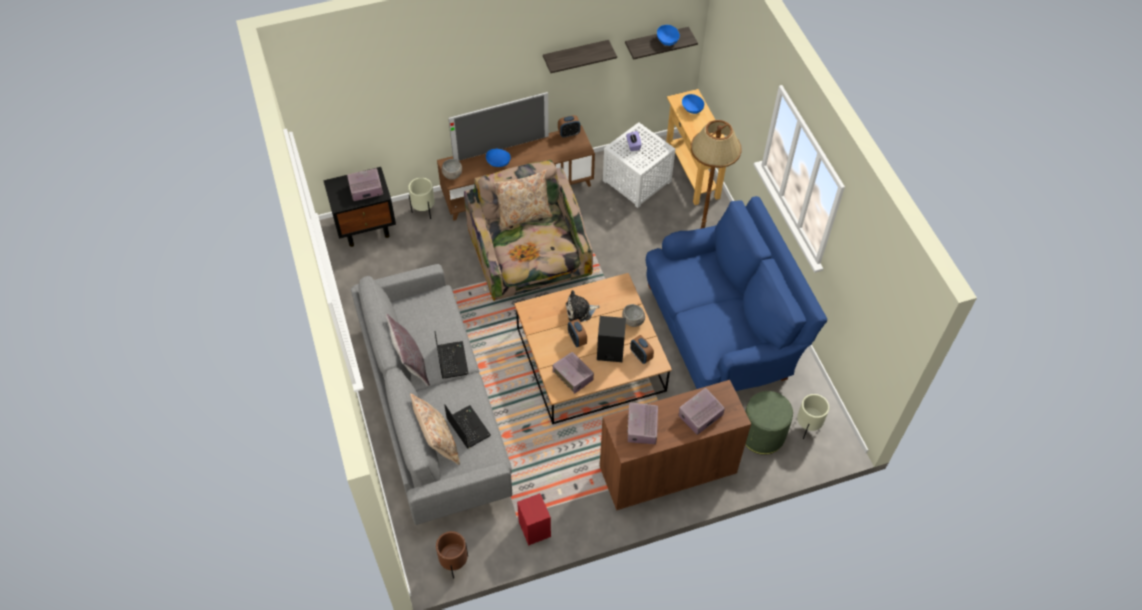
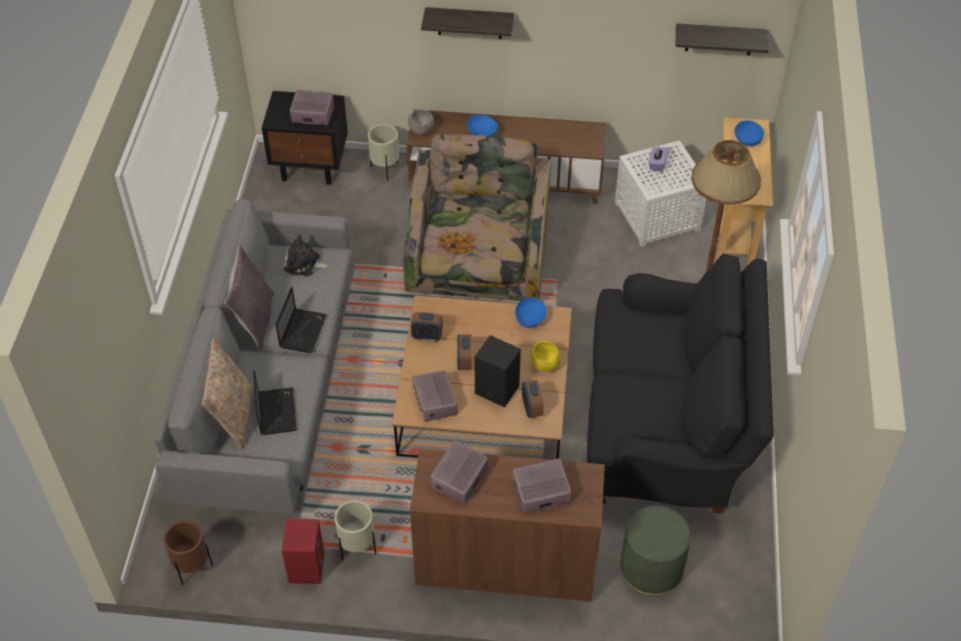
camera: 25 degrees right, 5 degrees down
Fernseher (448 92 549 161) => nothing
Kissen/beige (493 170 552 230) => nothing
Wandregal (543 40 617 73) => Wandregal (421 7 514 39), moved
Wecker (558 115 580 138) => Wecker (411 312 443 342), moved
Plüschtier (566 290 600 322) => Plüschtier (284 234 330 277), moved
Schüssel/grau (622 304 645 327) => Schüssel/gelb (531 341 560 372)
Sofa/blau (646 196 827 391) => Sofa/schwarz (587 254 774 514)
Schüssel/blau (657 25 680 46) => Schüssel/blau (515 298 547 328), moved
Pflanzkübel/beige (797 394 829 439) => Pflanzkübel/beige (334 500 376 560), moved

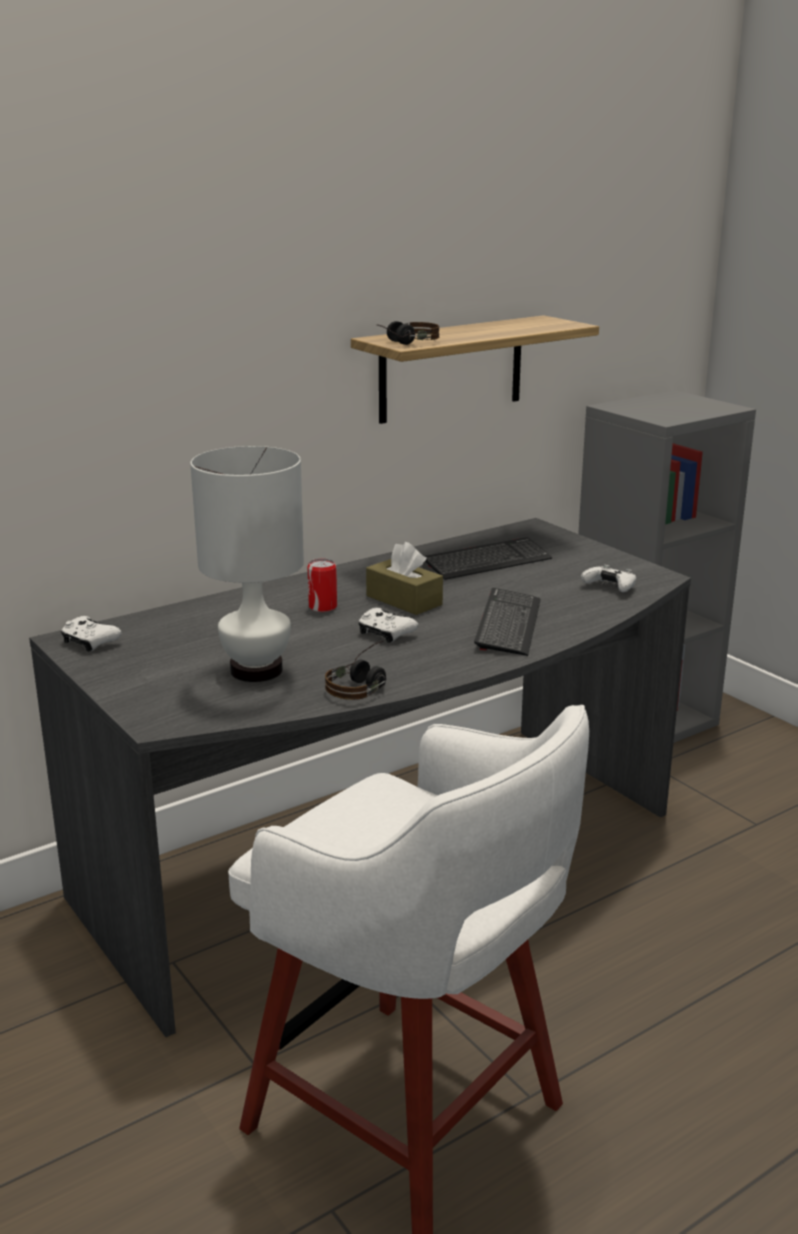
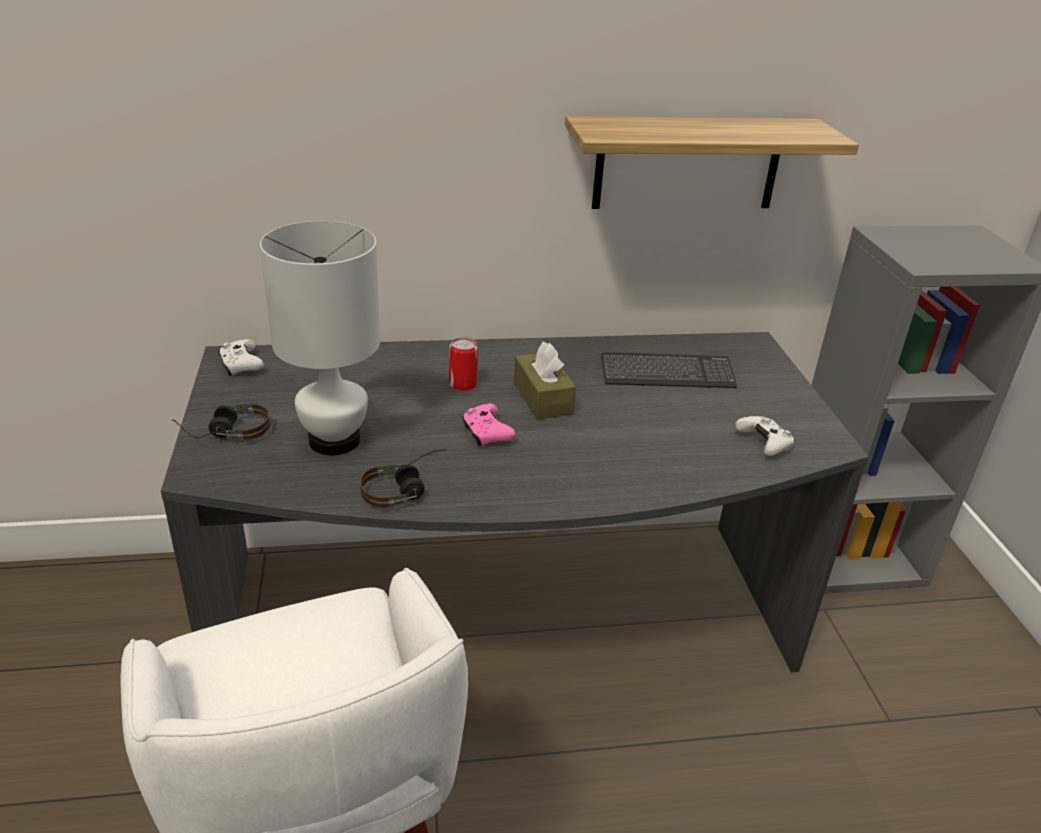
camera: 25 degrees right, 10 degrees up
Gamepad/weiß (358 608 418 643) => Gamepad/rosa (462 403 516 446)
Kopfhörer (377 321 440 345) => Kopfhörer (172 404 270 441), moved
Tastatur (474 588 541 656) => nothing

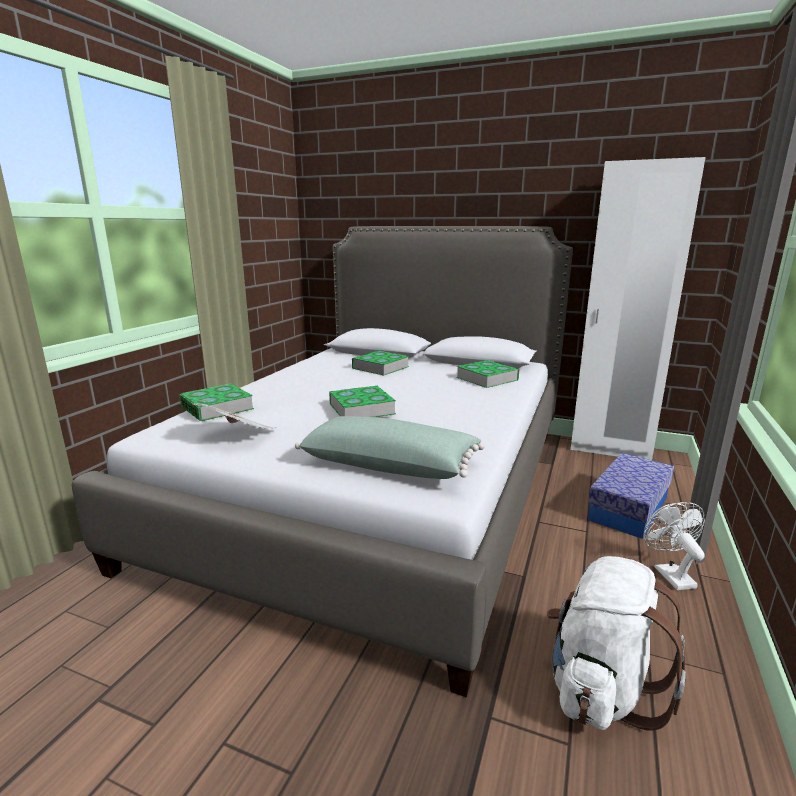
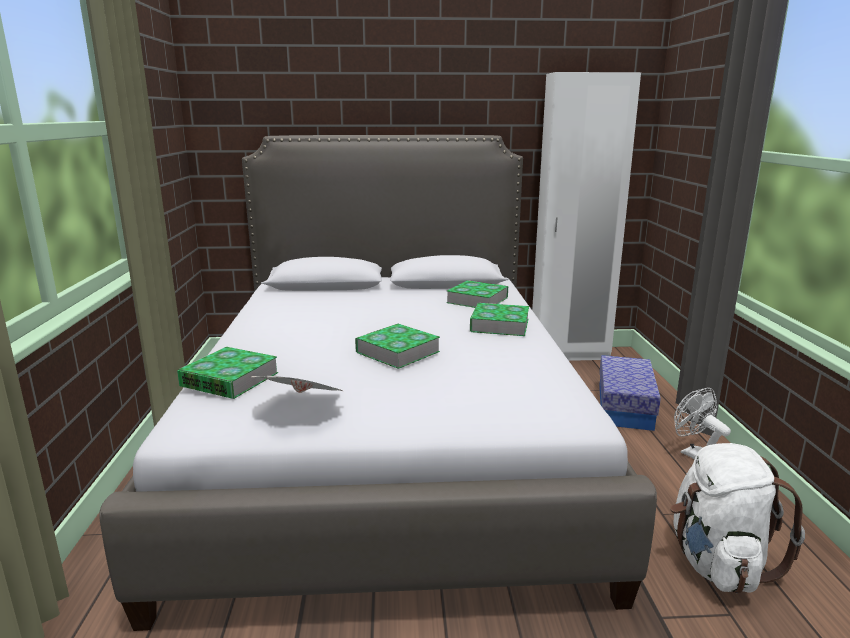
camera: 25 degrees left, 0 degrees up
Kissen/grün (295 416 485 479) => nothing
Buch (352 351 409 376) => Buch (470 303 529 336), moved

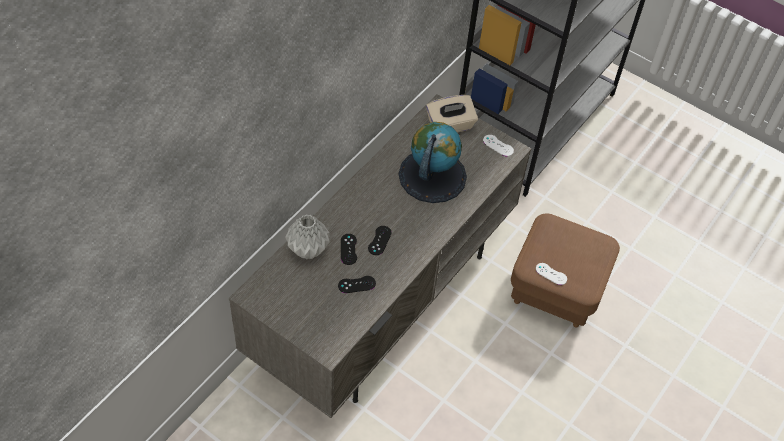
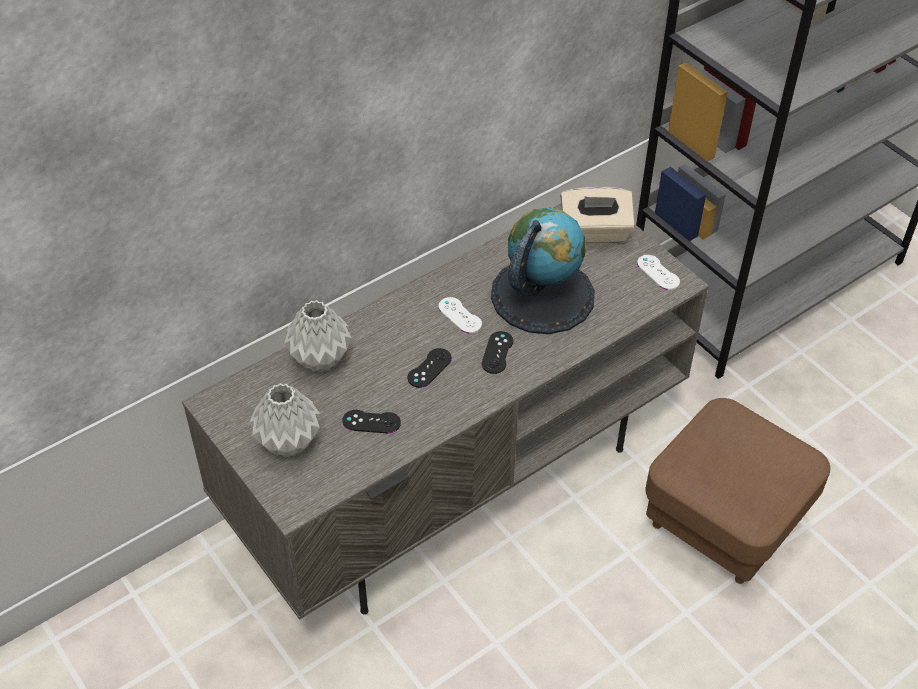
camera: 20 degrees right, 5 degrees down
Gamepad/schwarz (341 234 357 265) => Gamepad/schwarz (481 331 513 374), moved
Gamepad/weiß (536 263 567 285) => Gamepad/weiß (438 297 482 333), moved
nothing => Vase/grau (249 383 320 458)

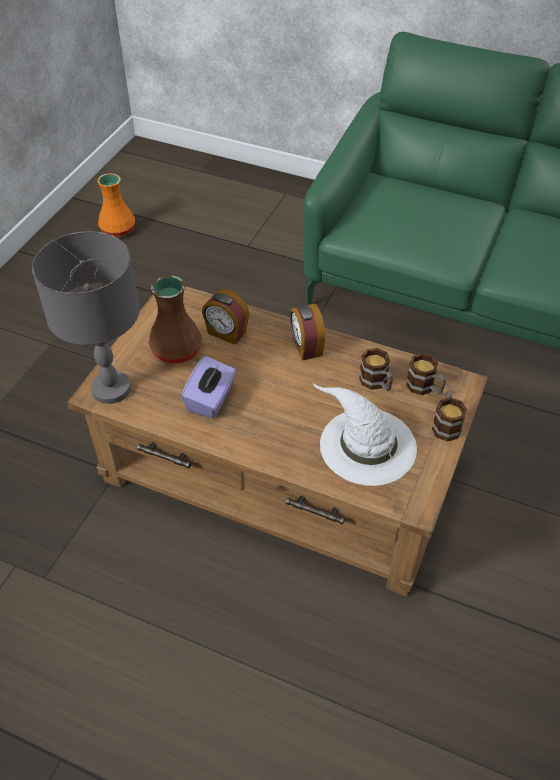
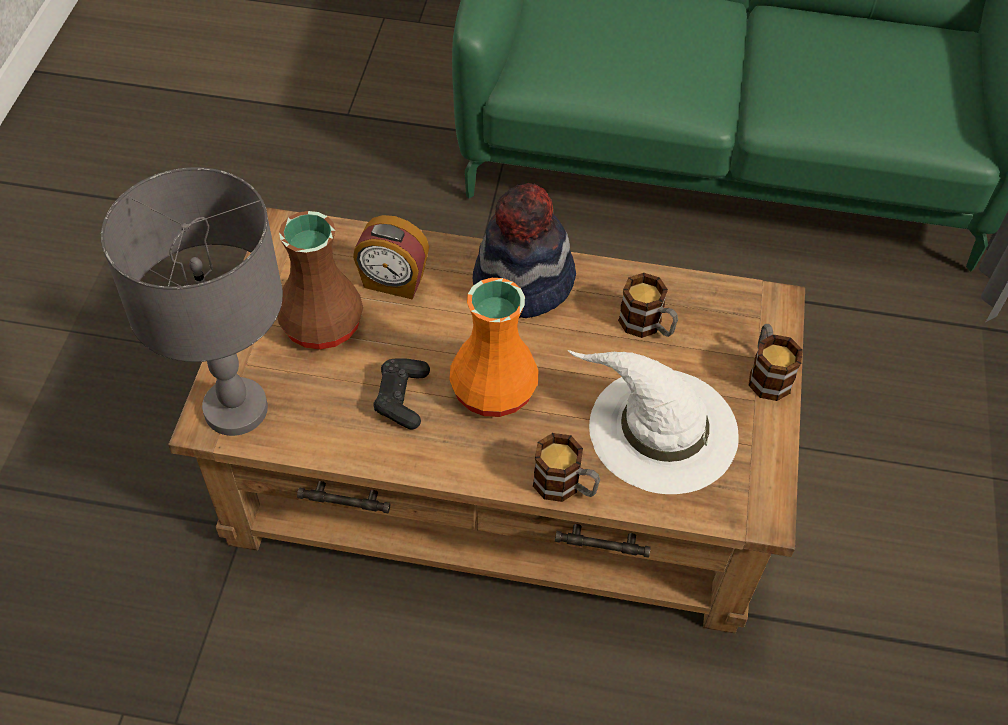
camera: 15 degrees left, 5 degrees up
Vase/orange (97 173 135 238) => Vase/orange (449 278 538 417), moved
Taschentuchbox/lila (181 356 236 418) => Gamepad/schwarz (373 358 430 430)
Wecker (290 304 325 360) => Hut (473 183 576 318)
Henkelbecher (406 353 446 395) => Henkelbecher (533 433 600 502), moved

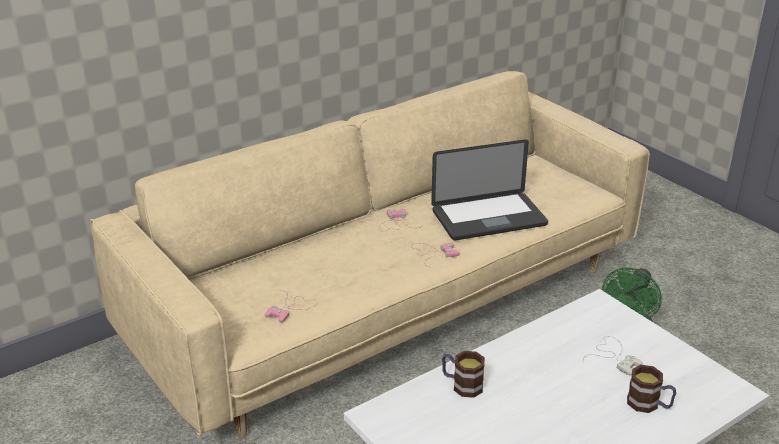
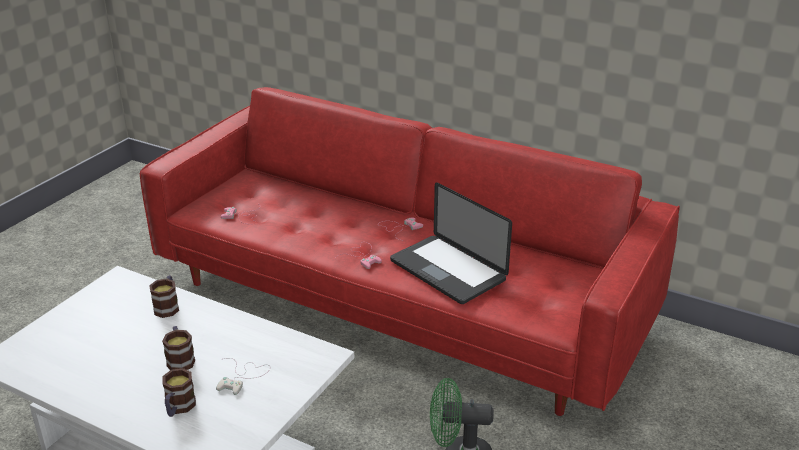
camera: 65 degrees right, 0 degrees up
Sofa/beige (90 71 650 438) => Sofa/rot (140 87 680 416)
nothing => Henkelbecher (162 326 195 370)

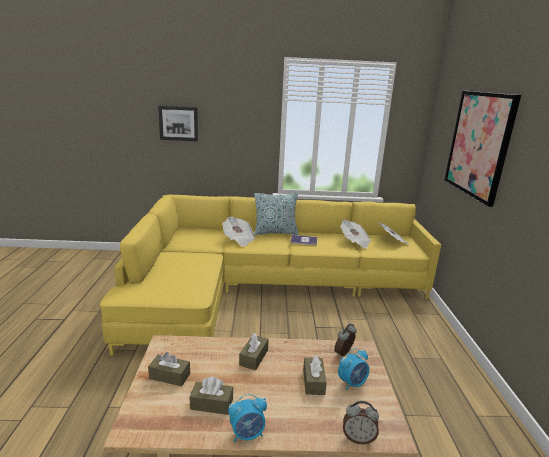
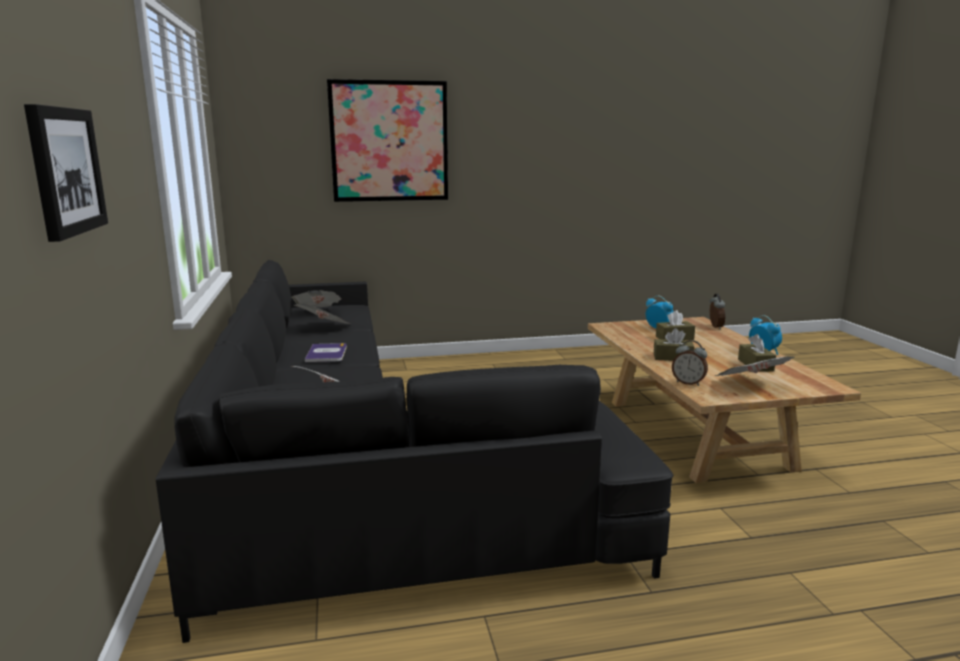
camera: 100 degrees left, 5 degrees down
Sofa/gelb (100 195 441 355) => Sofa/schwarz (155 260 673 643)
Taschentuchbox/braun (148 352 190 386) => Zeitung (715 356 795 376)
Kissen (254 193 298 236) => nothing
Wecker (334 324 357 357) => Wecker (672 340 708 386), moved

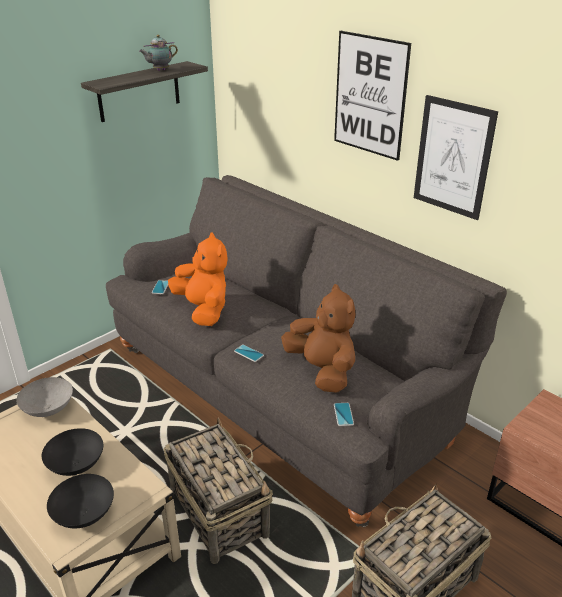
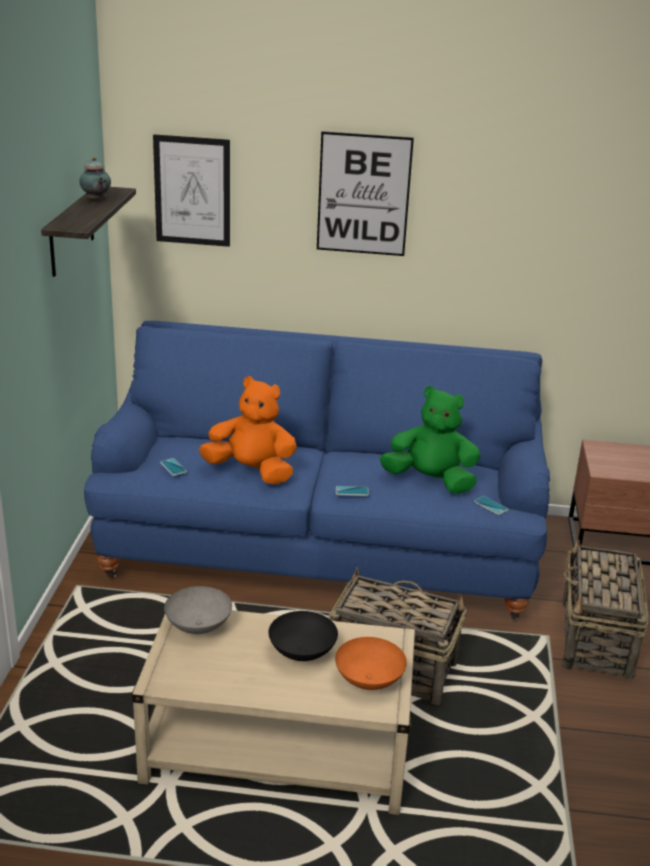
camera: 40 degrees left, 5 degrees down
Schüssel/schwarz (47 474 114 528) => Schüssel/orange (335 637 407 690)
Sofa/grau (106 175 507 527) => Sofa/blau (84 321 550 620)
Teekanne (139 34 178 71) => Teekanne (79 157 111 202), 45 degrees counterclockwise
Plüschtier/braun (281 284 355 392) => Plüschtier/grün (380 386 481 494)
Bild (414 95 498 220) => Bild (153 134 230 247), moved

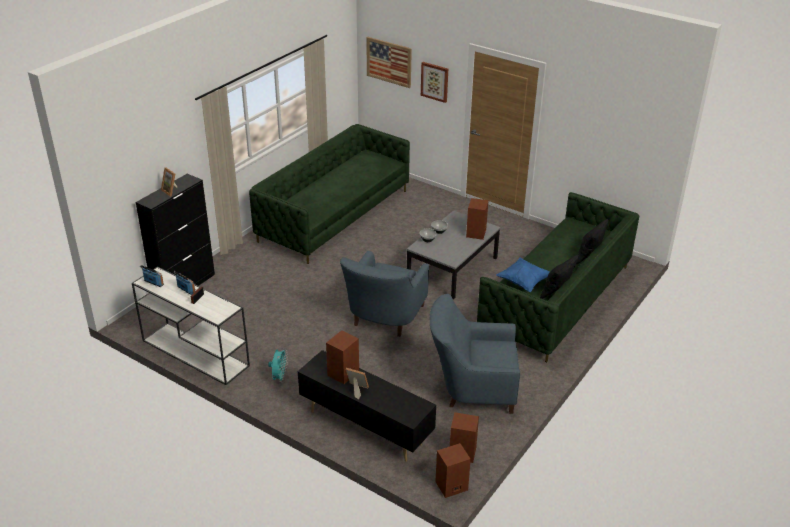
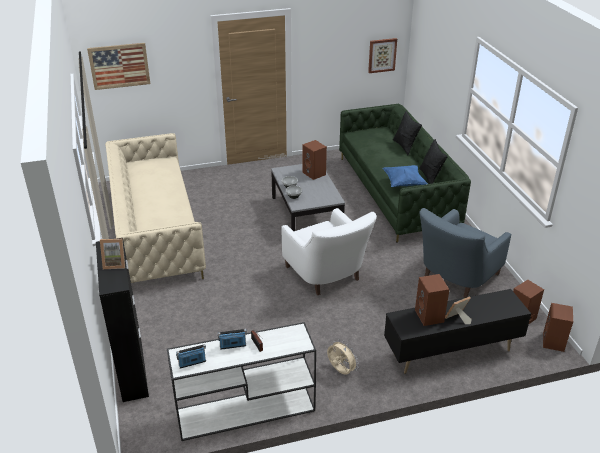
camera: 50 degrees left, 0 degrees up
Sofa/grün (249 124 410 264) => Sofa/beige (105 133 206 283)
Ventilator/türkis (268 348 288 383) => Ventilator/beige (327 339 359 375)
Sessel/blau (340 251 429 337) => Sessel/weiß (282 208 377 295)
Bild (421 62 448 103) => Bild (368 38 397 73), moved

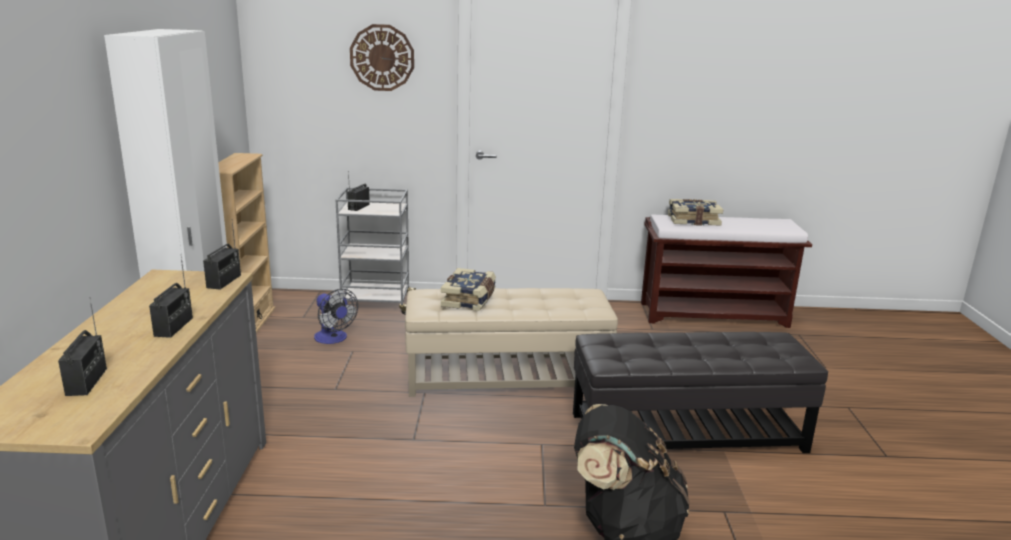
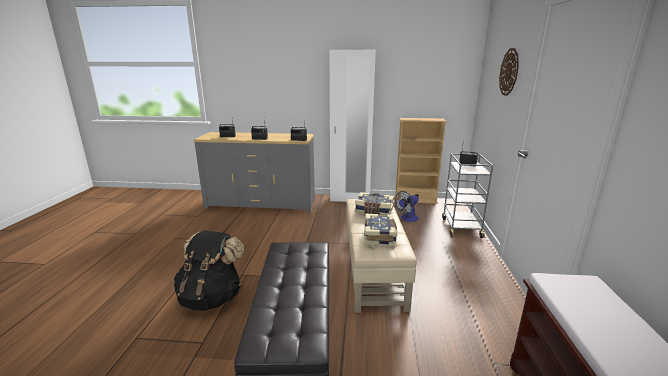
camera: 95 degrees right, 0 degrees up
Buch (668 199 723 226) => Buch (364 214 397 246), moved

